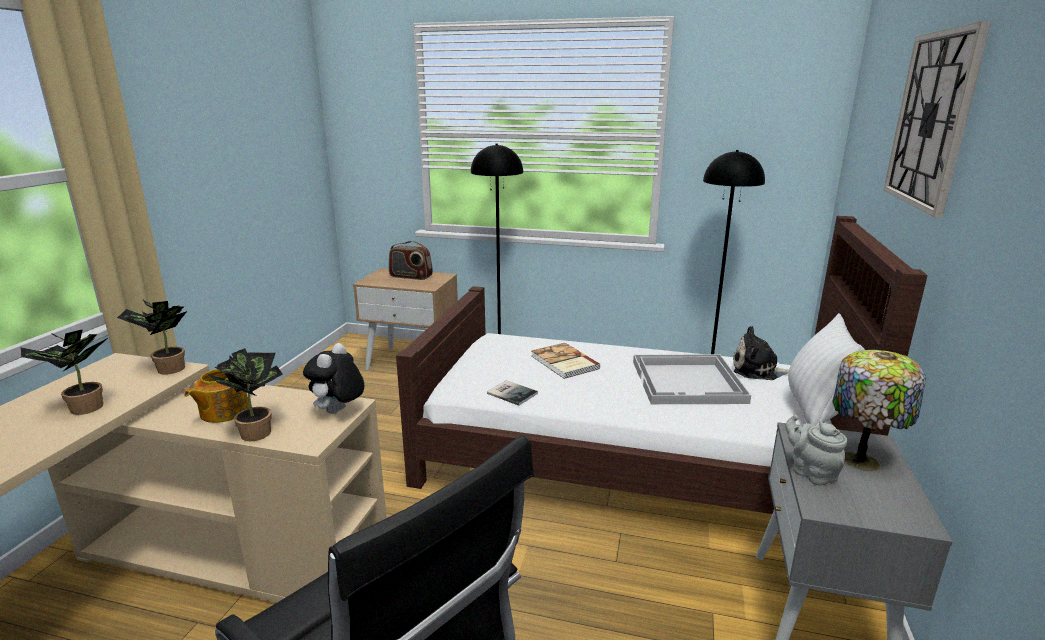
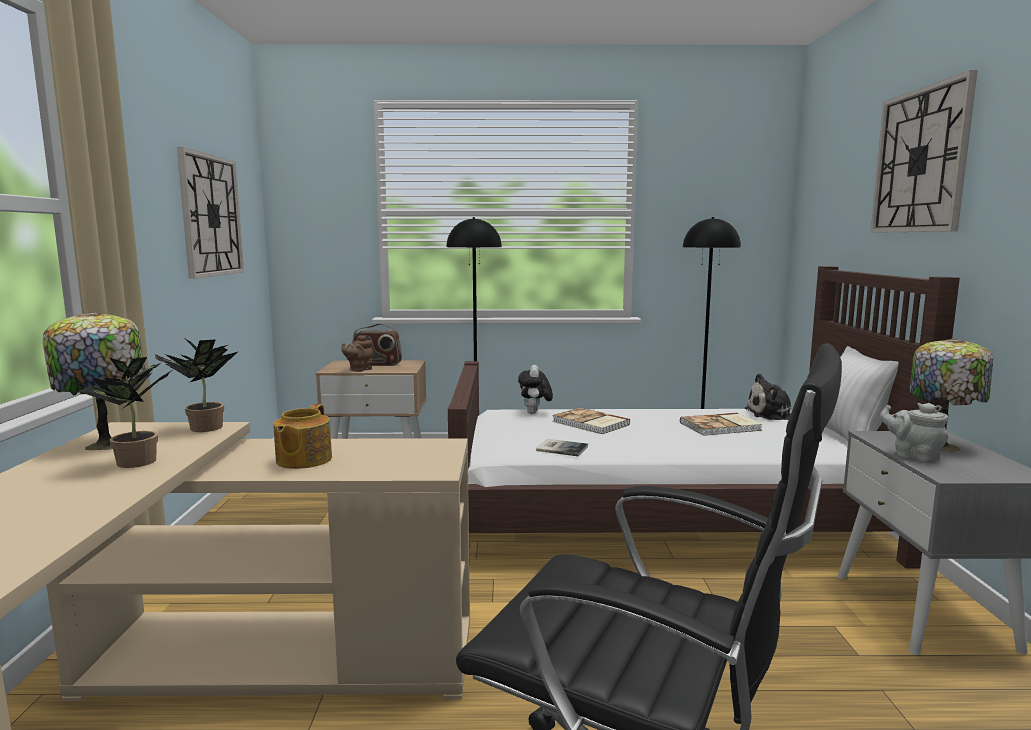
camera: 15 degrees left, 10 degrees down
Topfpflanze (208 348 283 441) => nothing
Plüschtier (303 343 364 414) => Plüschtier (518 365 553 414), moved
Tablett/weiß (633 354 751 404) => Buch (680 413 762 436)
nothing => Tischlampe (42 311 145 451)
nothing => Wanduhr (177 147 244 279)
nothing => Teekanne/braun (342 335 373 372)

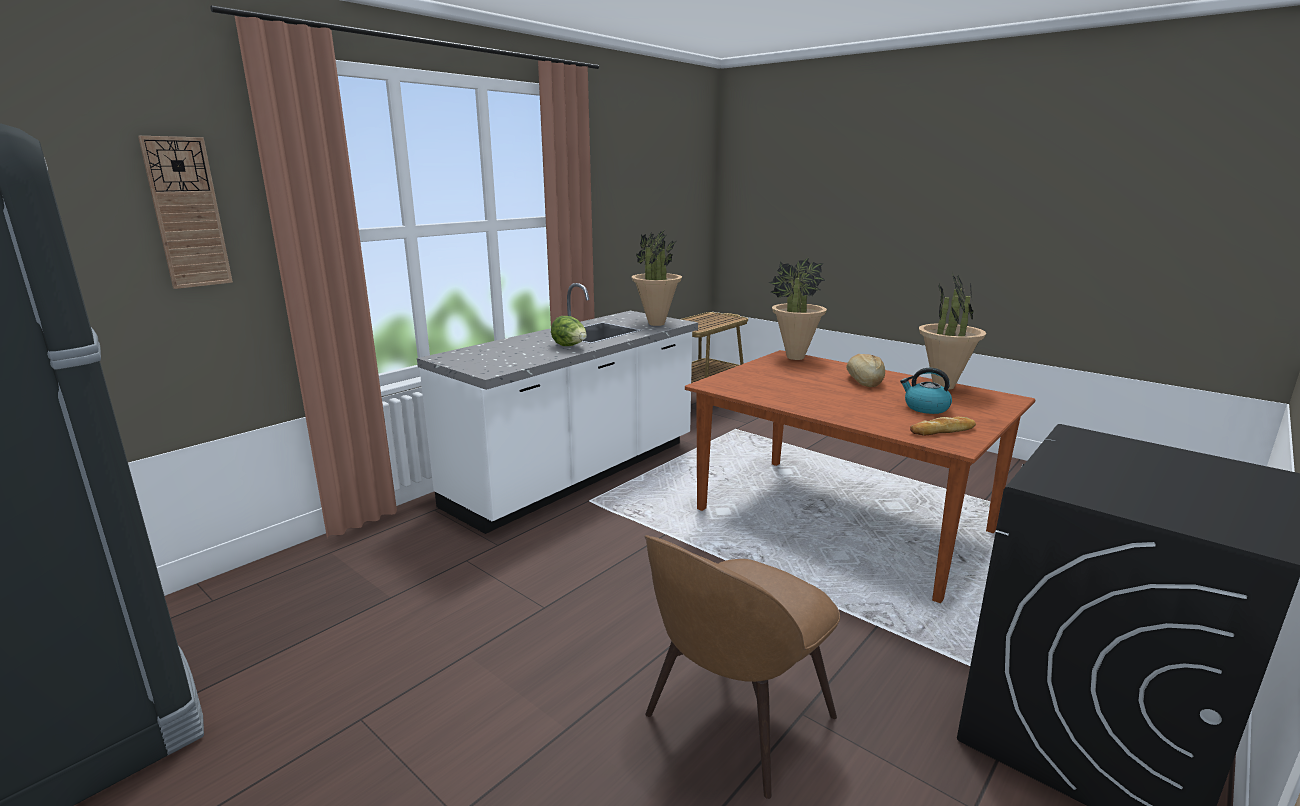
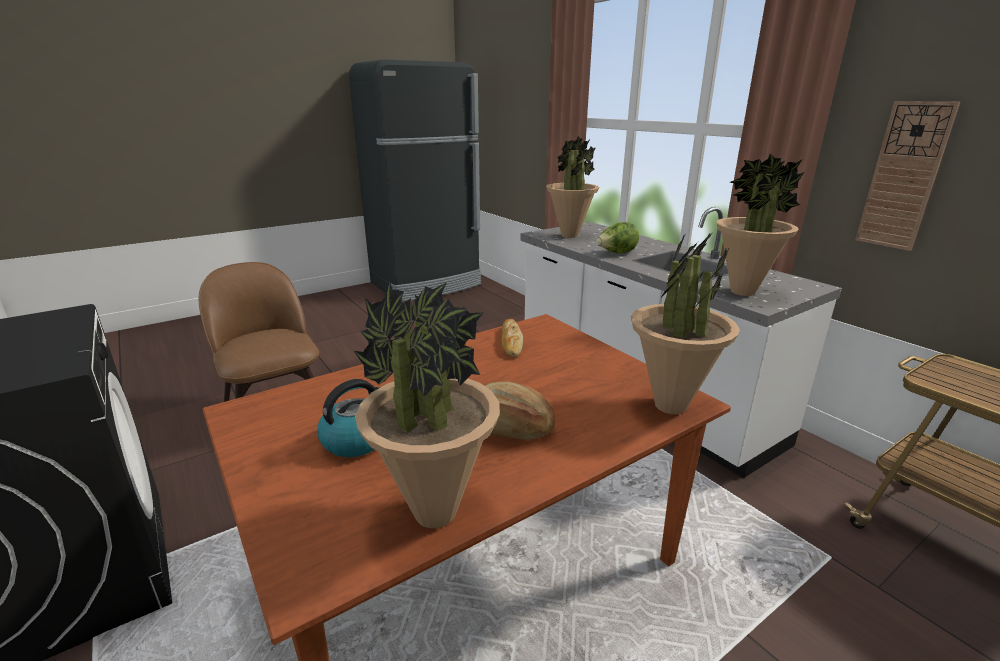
camera: 105 degrees right, 5 degrees up
Wanduhr (138 136 233 289) => Wanduhr (855 101 960 251), moved
Brot (910 417 976 436) => Brot (501 319 523 357), moved
nothing => Topfpflanze (546 135 599 238)

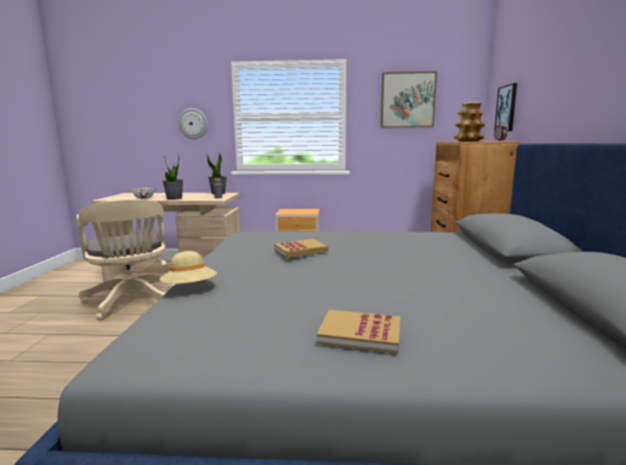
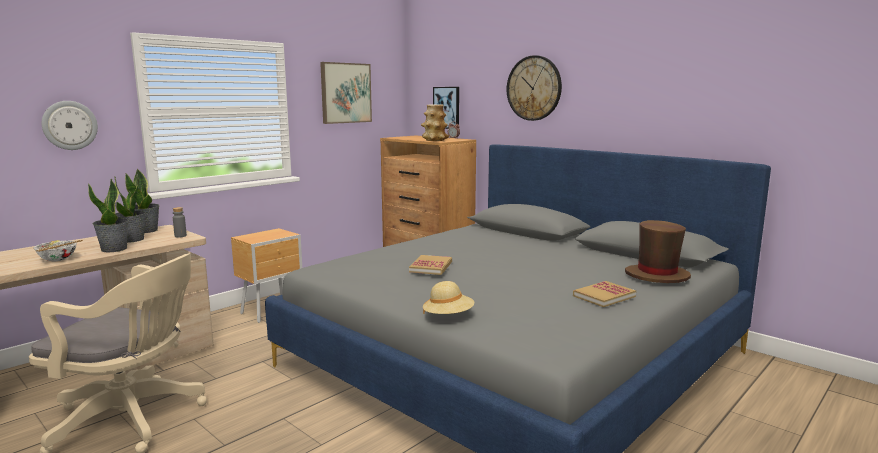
camera: 50 degrees left, 0 degrees up
nothing => Topfpflanze (114 174 145 243)
nothing => Wanduhr (507 55 562 121)
nothing => Hut/braun (625 220 691 283)

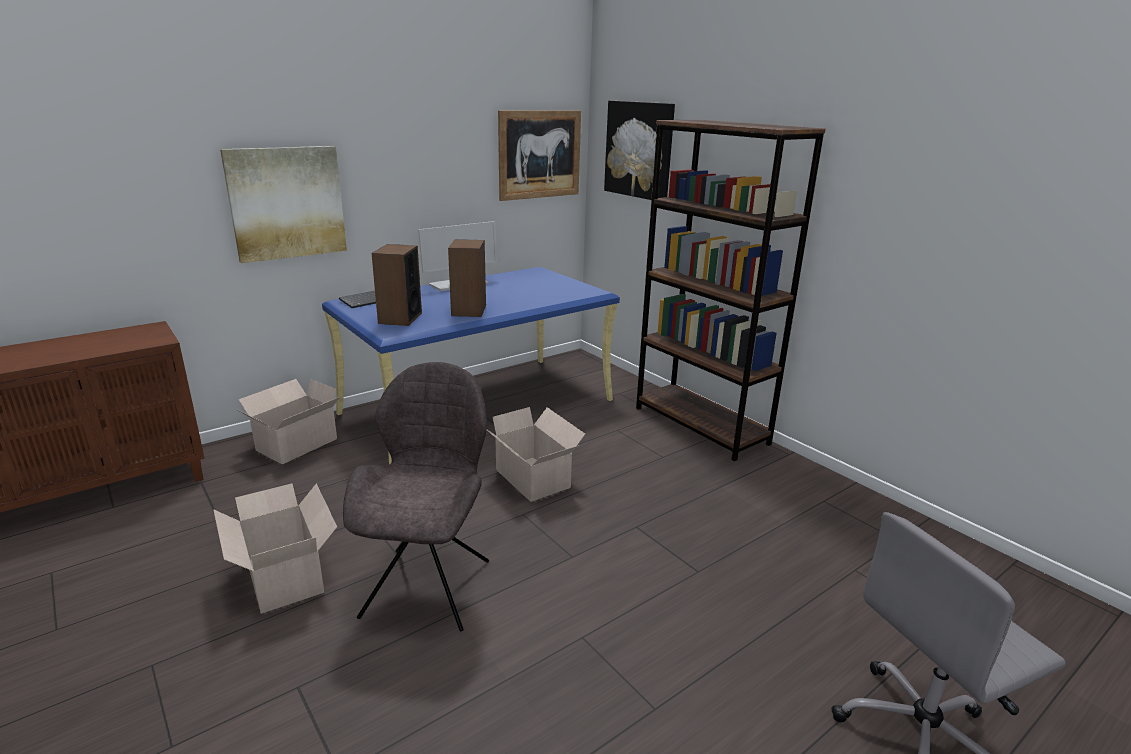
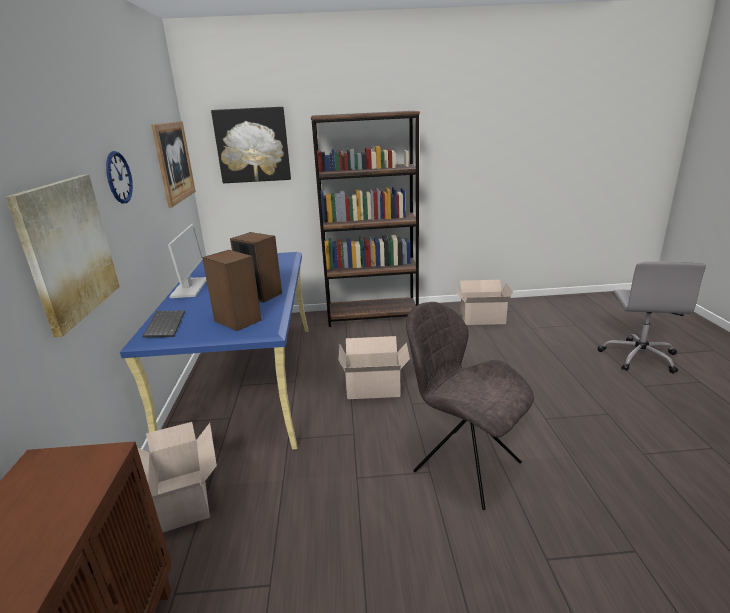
camera: 55 degrees left, 0 degrees up
Karton (213 483 337 614) => Karton (454 280 513 325), moved
nothing => Wanduhr (106 151 133 203)

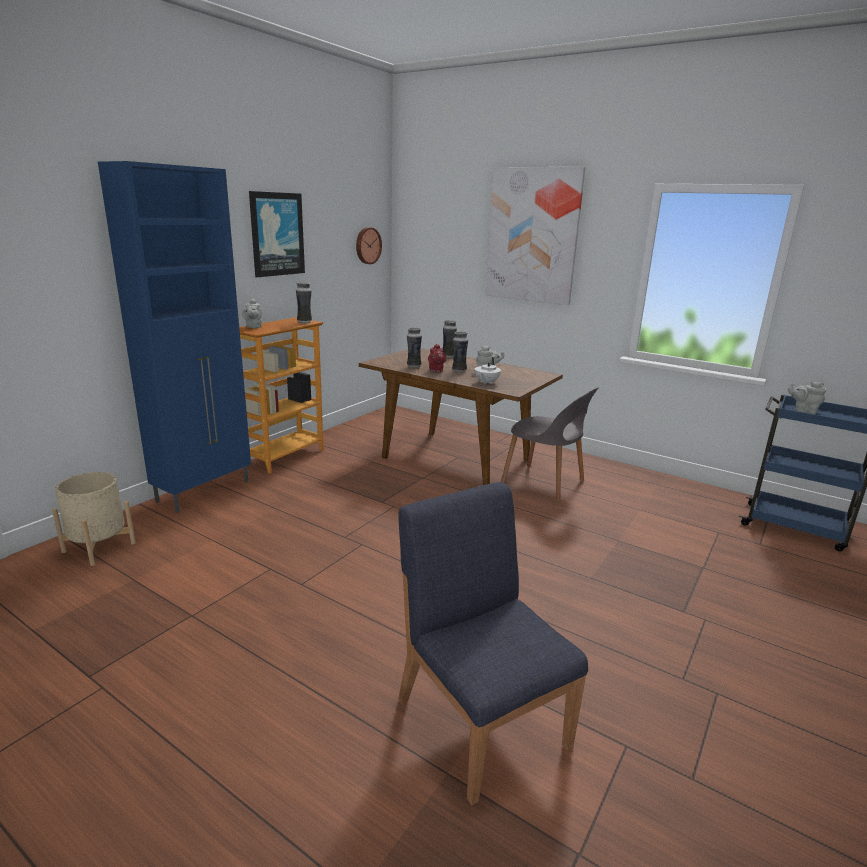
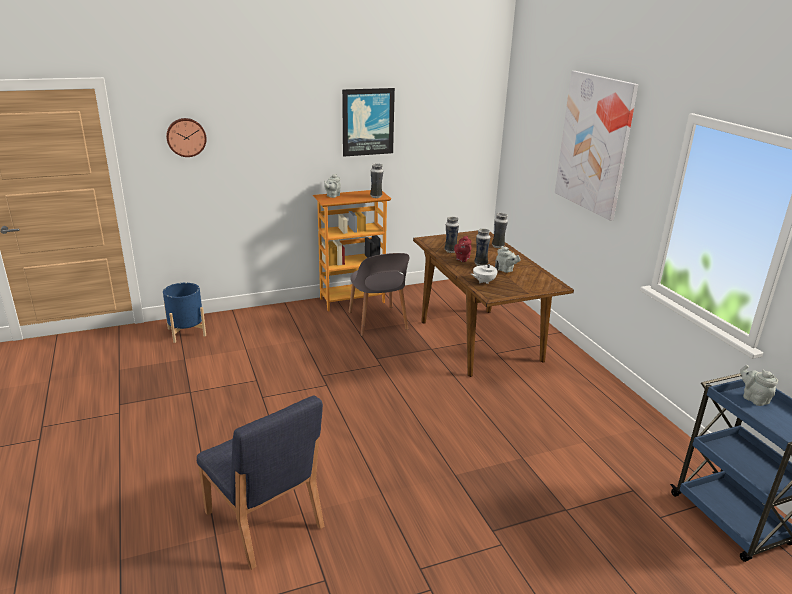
camera: 35 degrees right, 5 degrees up
Pflanzkübel/beige (52 472 136 566) => Pflanzkübel/blau (163 283 206 343)
Schrank/blau (98 161 251 513) => nothing
Wanduhr (356 227 382 264) => Wanduhr (166 118 207 157), moved
Stuhl/blau (398 482 588 805) => Stuhl/blau (197 395 324 570), 135 degrees clockwise
Stuhl/grau (501 387 599 502) => Stuhl/grau (349 253 409 336), moved

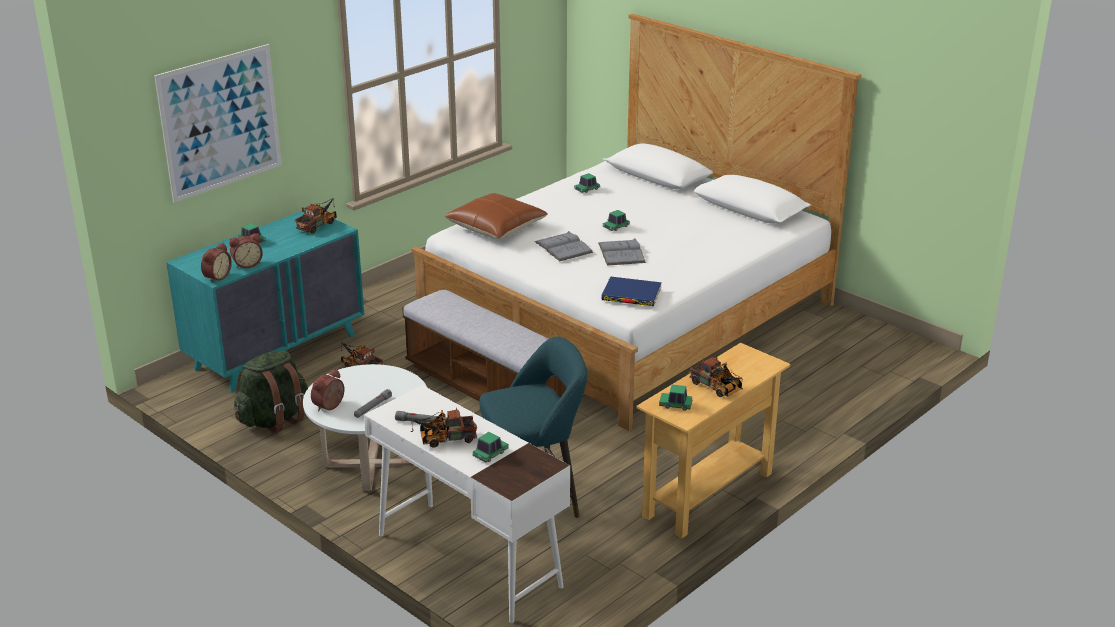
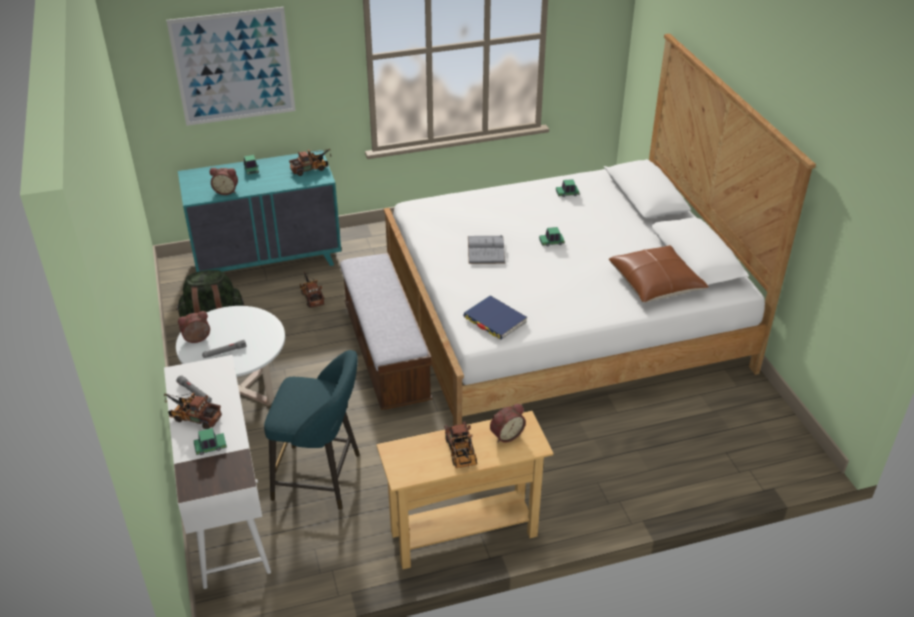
camera: 30 degrees right, 10 degrees up
Wecker (201 243 232 283) => Wecker (490 404 526 443), moved
Kissen/braun (445 193 548 239) => Kissen/braun (609 245 709 303), moved
Buch/grau (598 238 646 266) => nothing
Spielzeugauto (659 385 693 411) => nothing

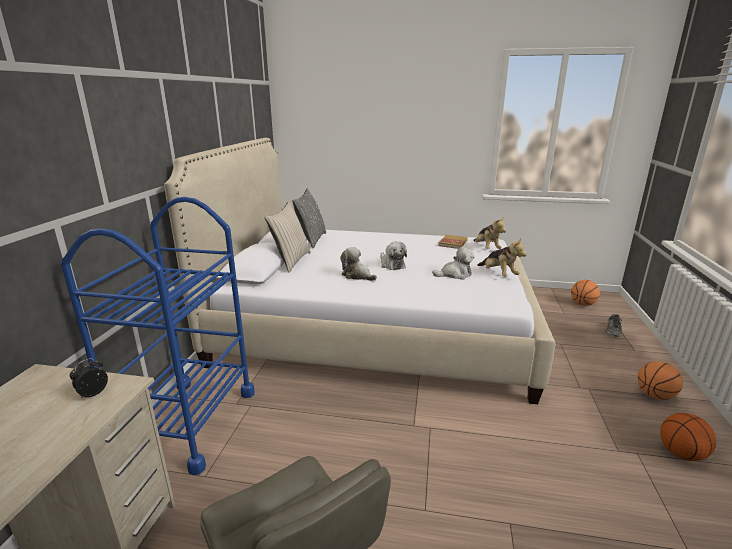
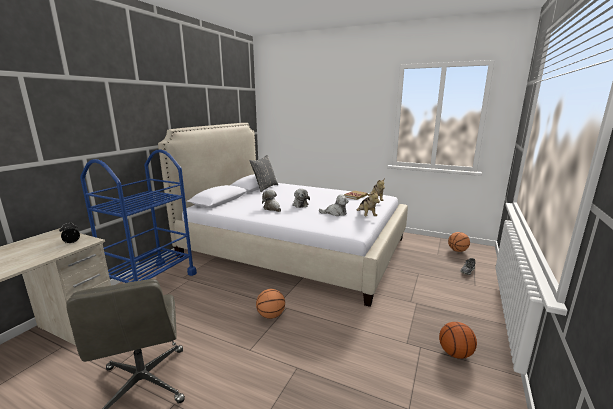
camera: 15 degrees right, 5 degrees down
Kissen/beige (265 202 311 273) => nothing
Basketball (638 361 683 400) => Basketball (256 289 285 319), moved

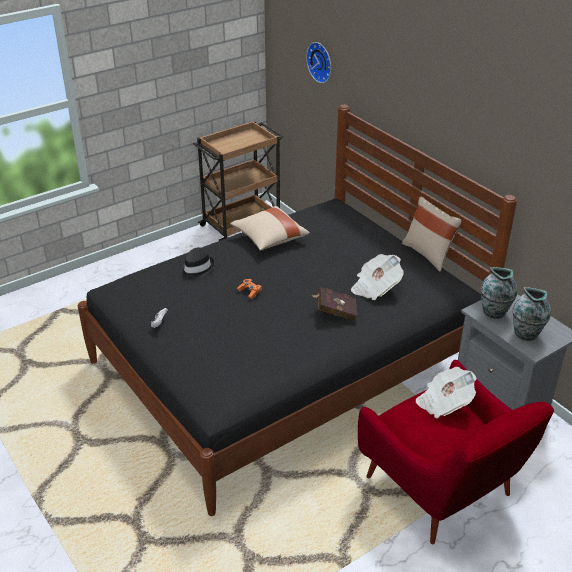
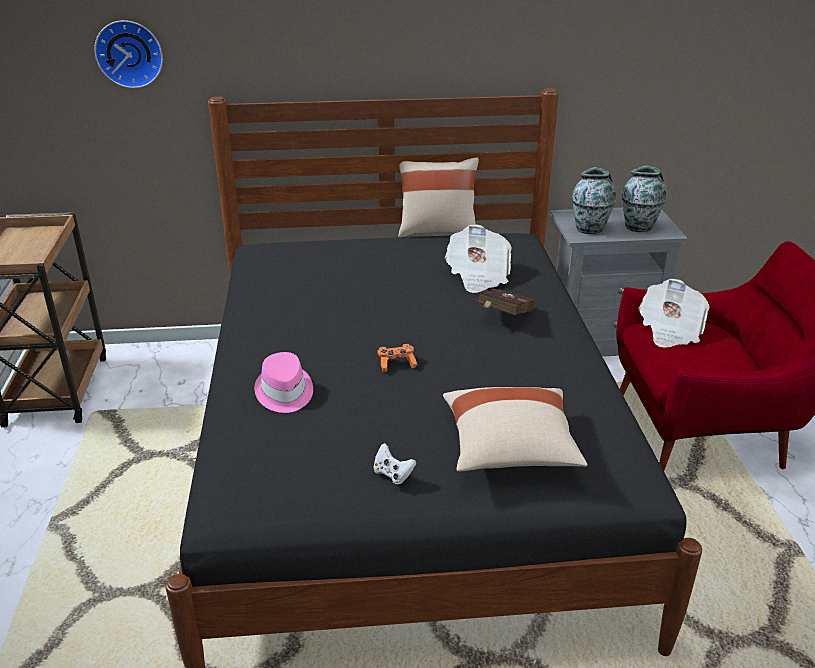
camera: 60 degrees left, 5 degrees down
Hut/schwarz (180 247 214 279) => Hut/rosa (254 352 313 413)
Kissen/beige (230 206 310 251) => Kissen/beige (443 387 587 472), moved

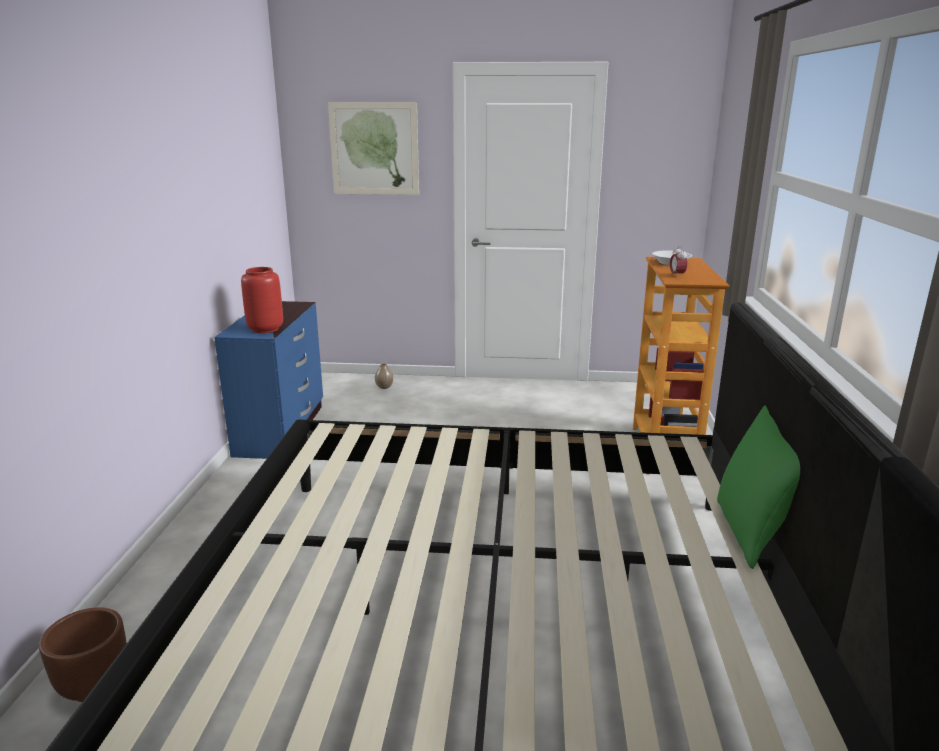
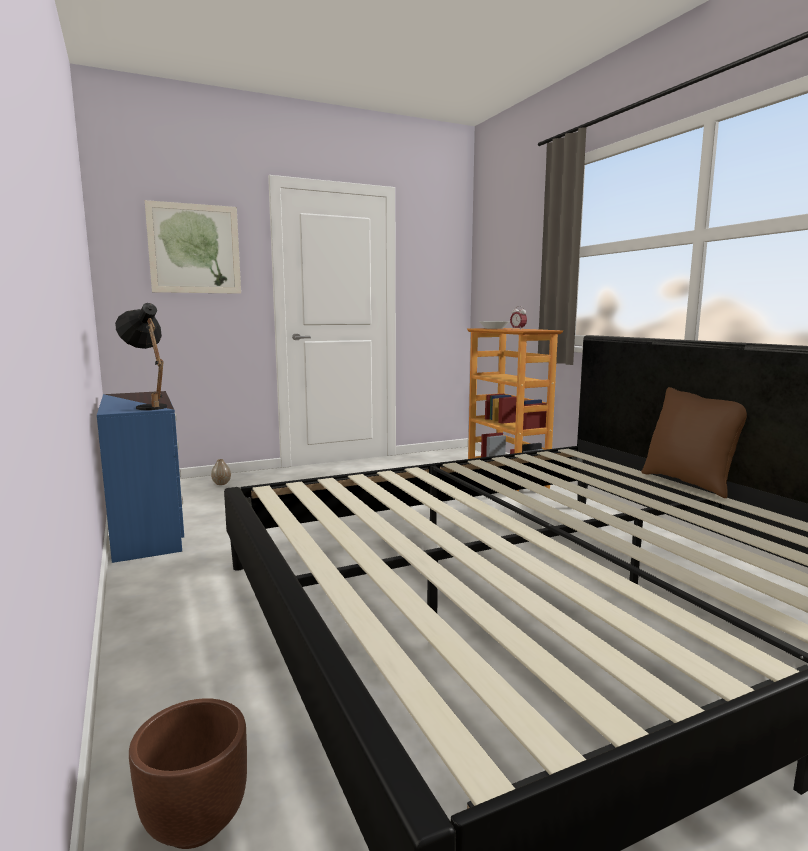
camera: 30 degrees left, 10 degrees down
Vase/rot (241 267 283 333) => Tischlampe/schwarz (115 303 167 410)
Kissen/grün (717 405 800 569) => Kissen/braun (641 387 747 498)

